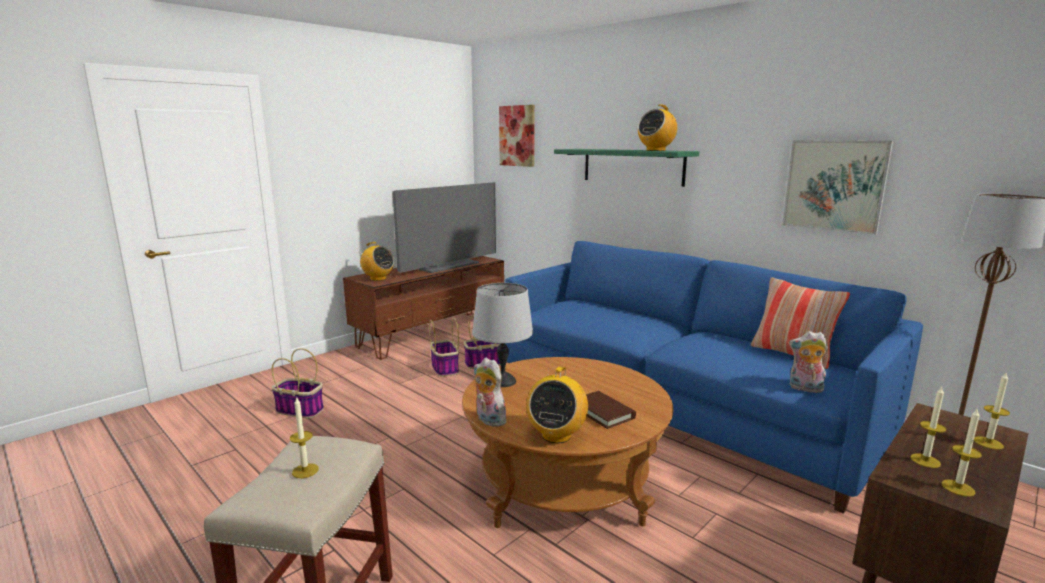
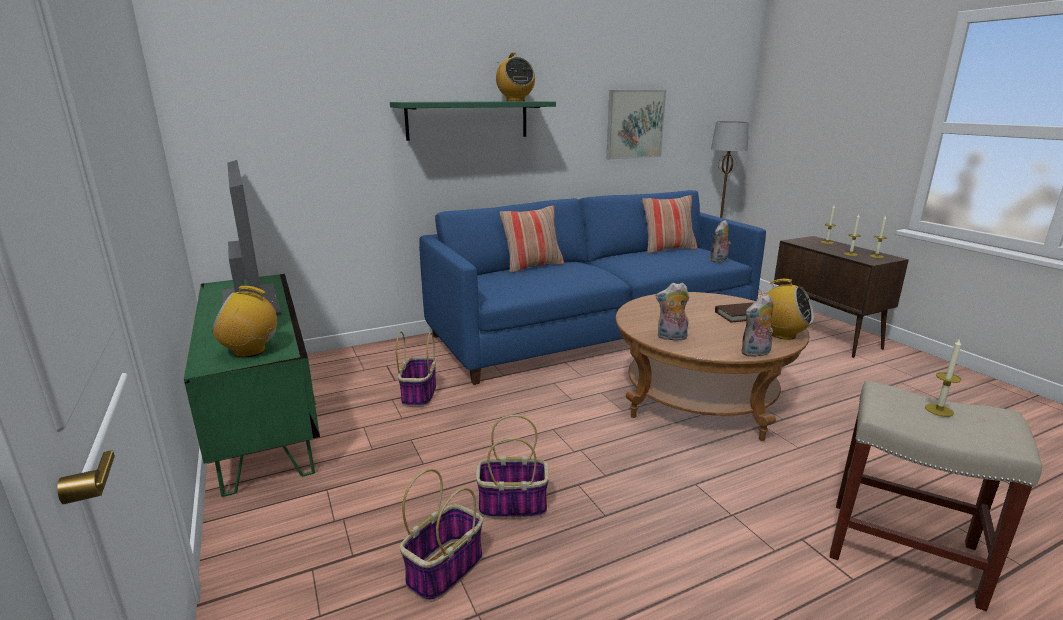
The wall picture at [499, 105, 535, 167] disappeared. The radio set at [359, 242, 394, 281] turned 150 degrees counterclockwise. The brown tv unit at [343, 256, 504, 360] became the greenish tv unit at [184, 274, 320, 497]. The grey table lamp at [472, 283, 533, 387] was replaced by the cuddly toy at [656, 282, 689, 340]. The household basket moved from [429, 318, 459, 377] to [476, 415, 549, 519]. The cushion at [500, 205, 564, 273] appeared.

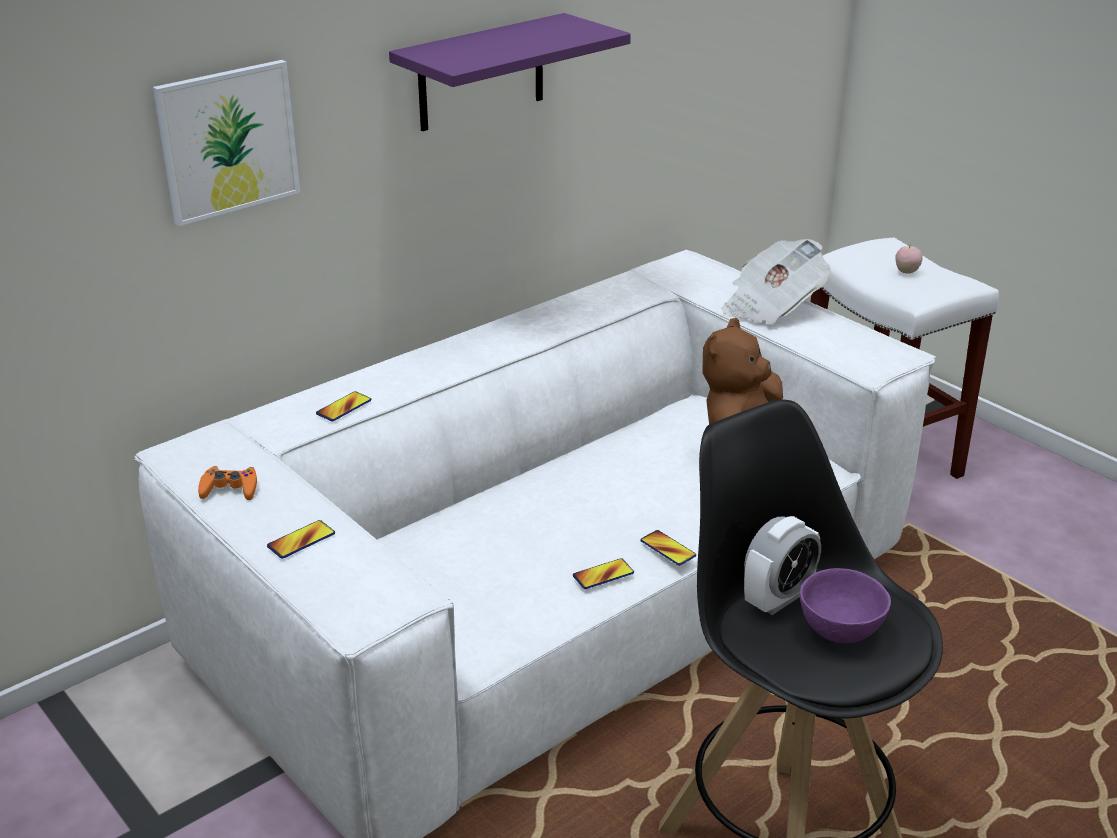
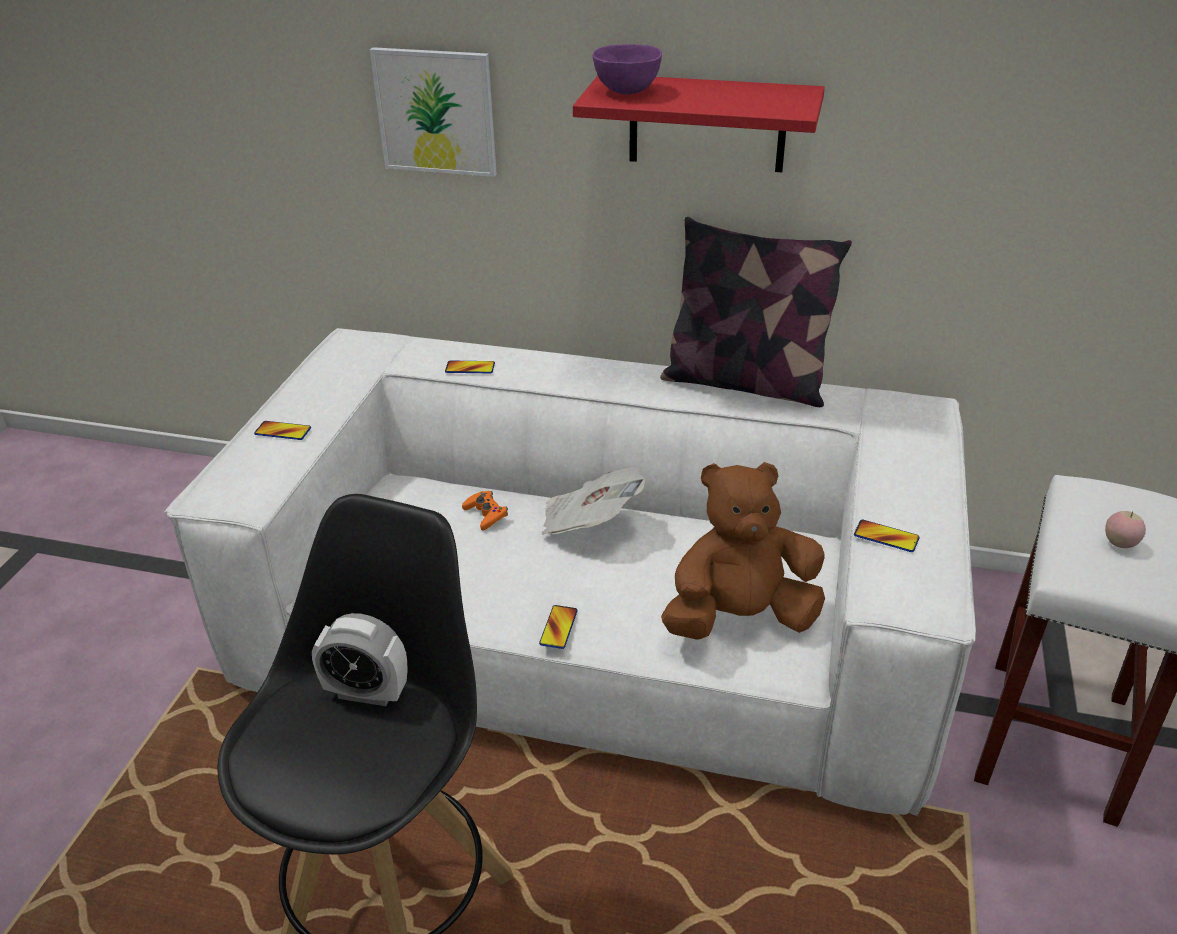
The purple bracket shelf at [389, 13, 631, 131] became the reddish bracket shelf at [573, 76, 825, 172]. The daily paper moved from [722, 239, 830, 324] to [542, 467, 645, 535]. The orange-coloured gamepad moved from [198, 466, 257, 500] to [462, 491, 508, 530]. The phone moved from [573, 558, 634, 589] to [854, 520, 920, 552]. The purple bowl moved from [800, 568, 891, 643] to [593, 44, 662, 94]. The cushion at [660, 217, 852, 407] appeared.

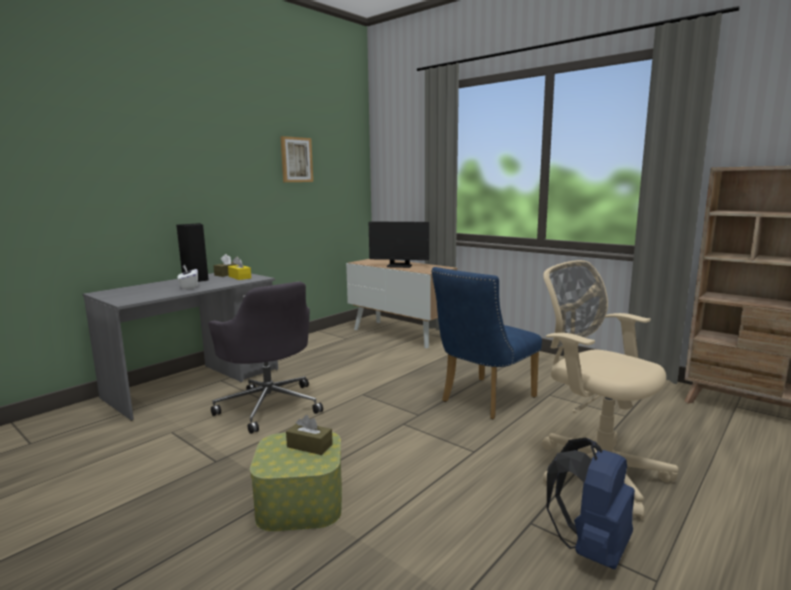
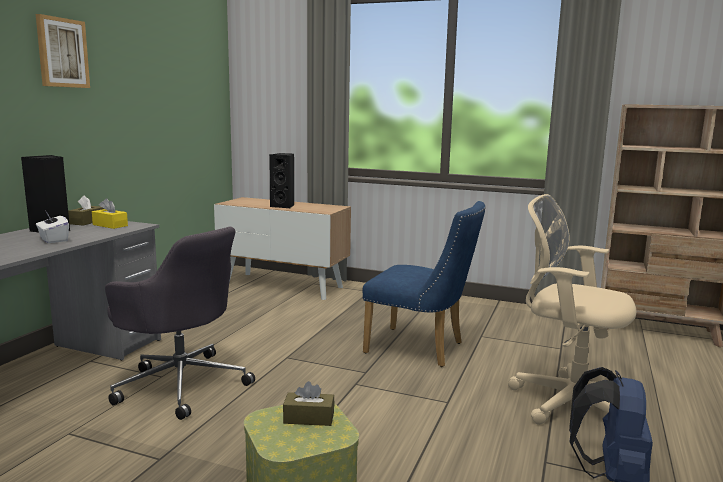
The wall picture moved from [280, 136, 313, 182] to [36, 14, 90, 88]. The computer screen at [369, 222, 429, 268] was replaced by the blackish loudspeaker at [269, 153, 294, 209]. The blue plain chair at [431, 267, 542, 419] turned 90 degrees counterclockwise.

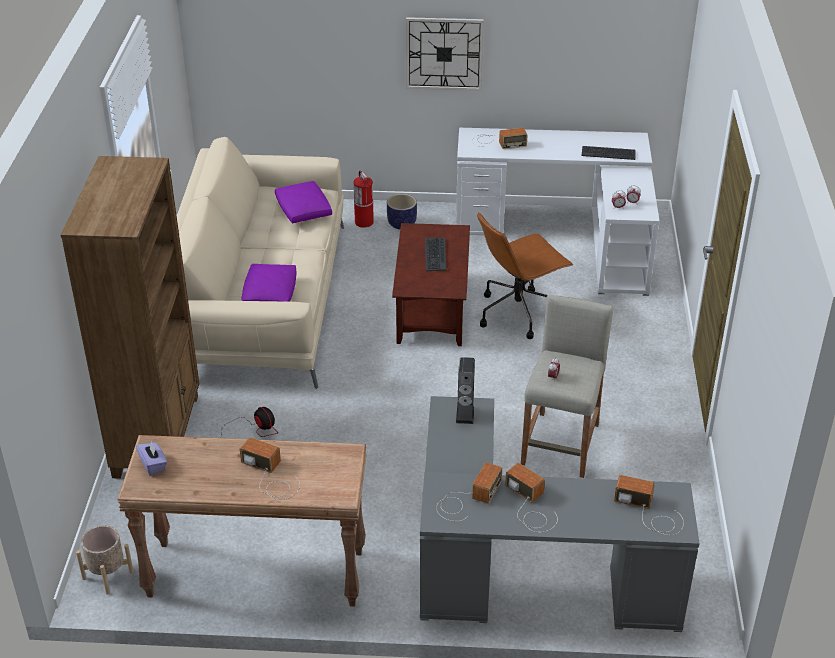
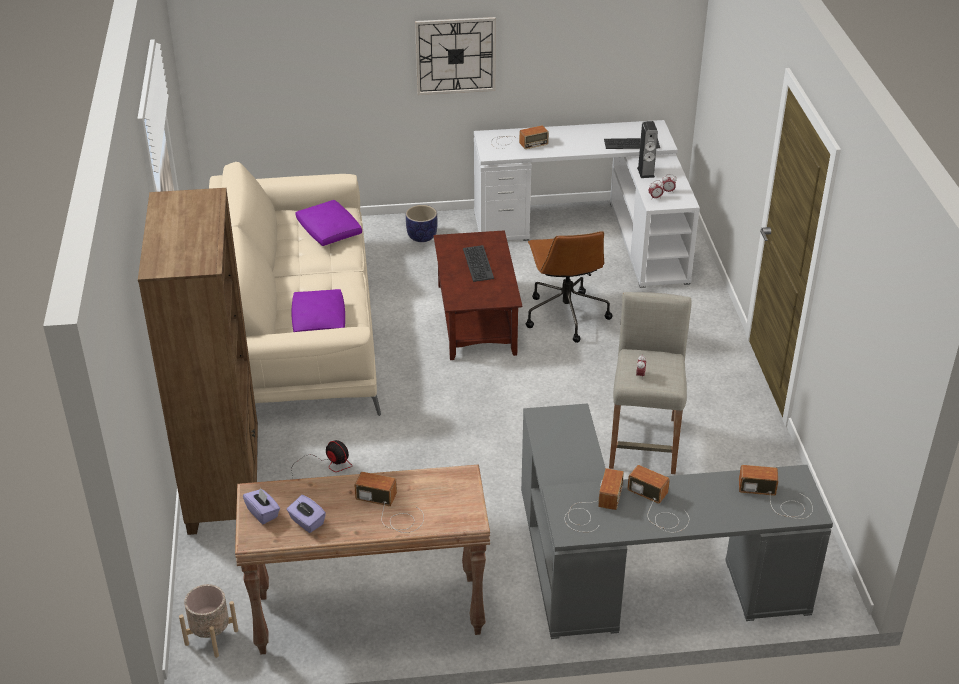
The extinguisher at [353, 170, 374, 228] disappeared. The brown office chair at [477, 212, 573, 339] turned 60 degrees counterclockwise. The loudspeaker moved from [456, 357, 475, 424] to [637, 121, 658, 178]. The purple tissue box at [287, 495, 326, 533] appeared.

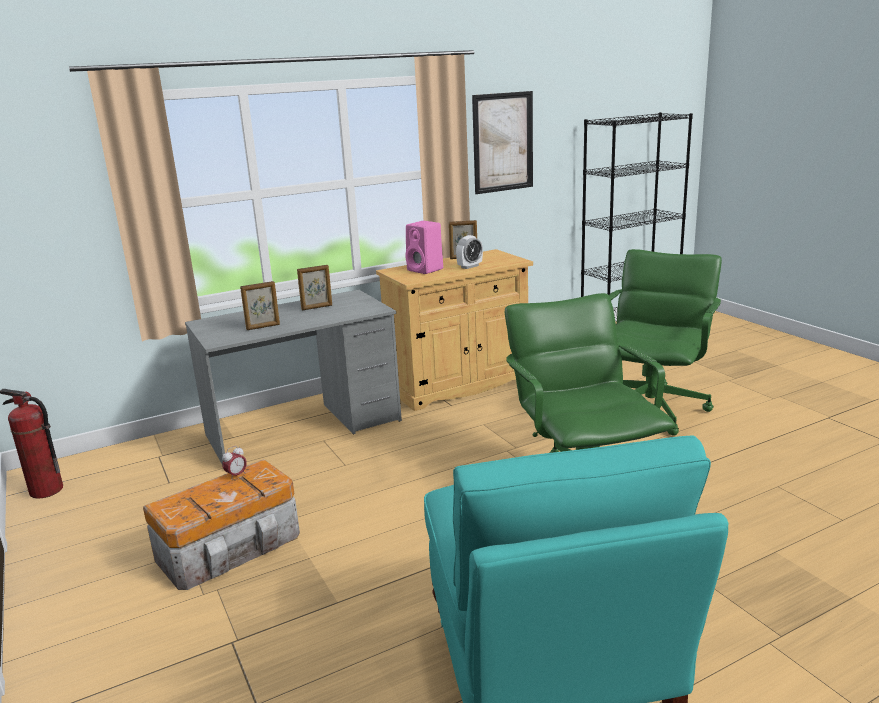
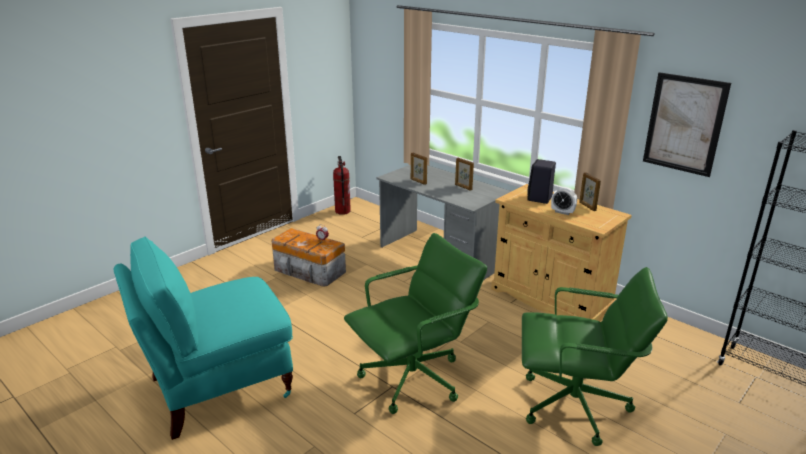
The pink-coloured loudspeaker at [405, 221, 443, 274] became the blackish loudspeaker at [527, 159, 556, 204].

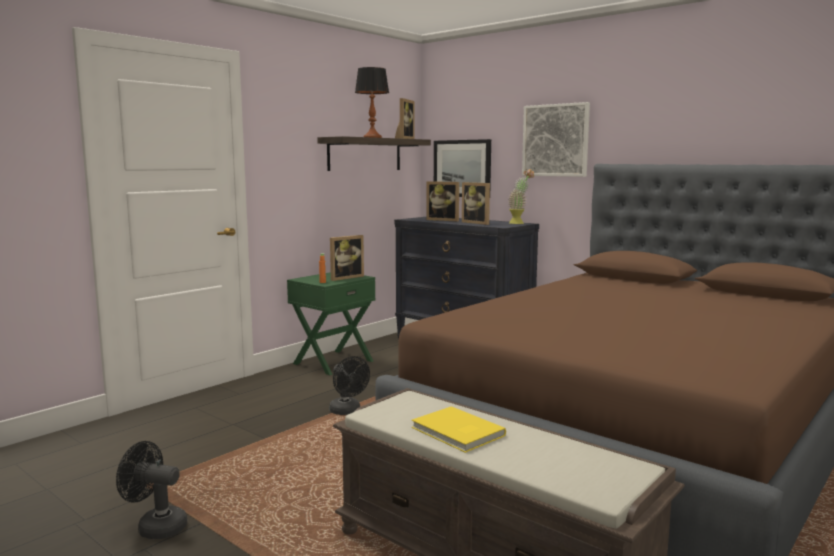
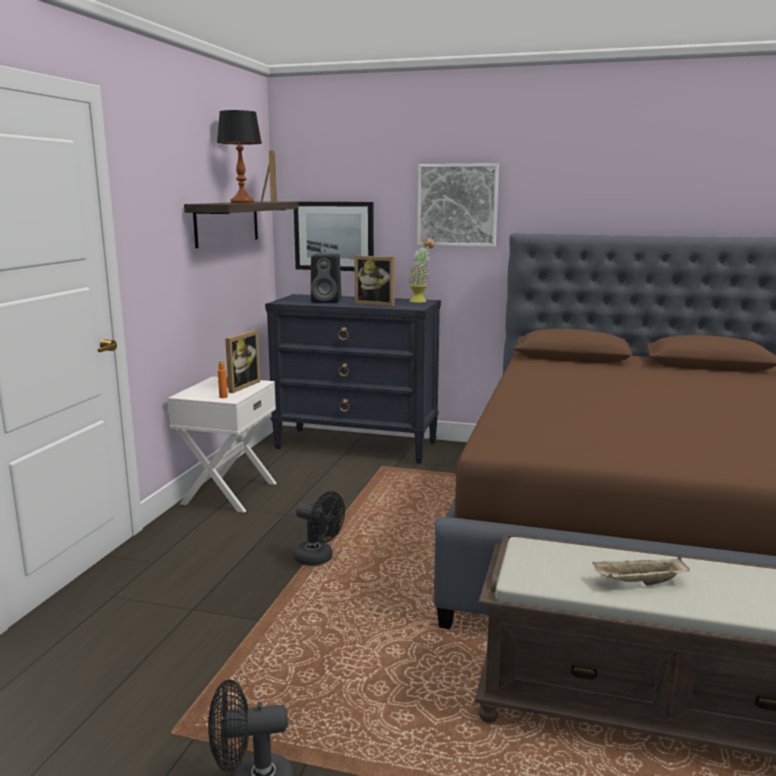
The photo frame at [427, 181, 459, 221] was replaced by the blackish loudspeaker at [311, 254, 341, 303]. The greenish nightstand at [287, 272, 376, 375] became the whitish nightstand at [168, 377, 277, 513]. The yellow-coloured book at [411, 406, 506, 453] was replaced by the sand-coloured serving tray at [592, 557, 689, 585].

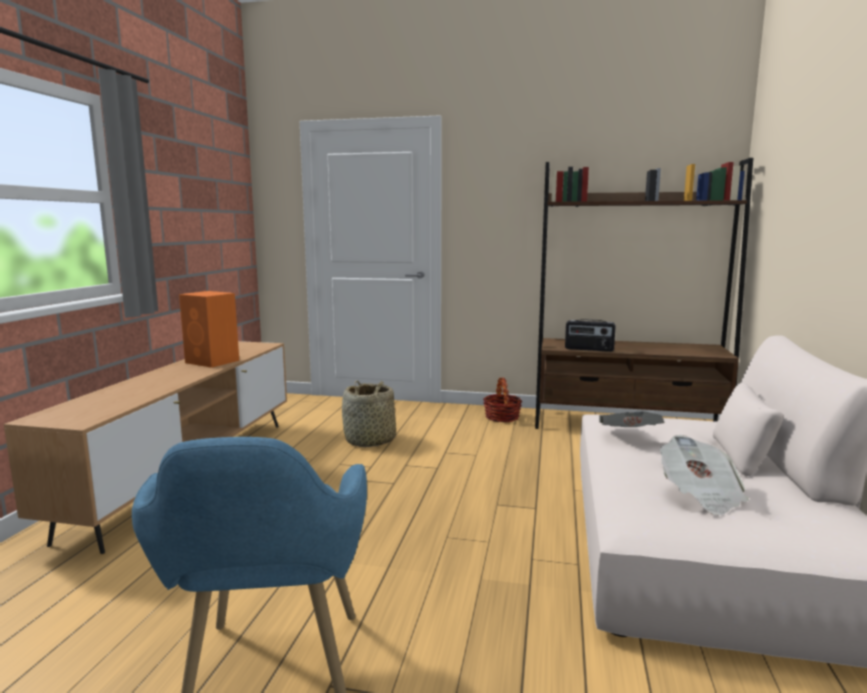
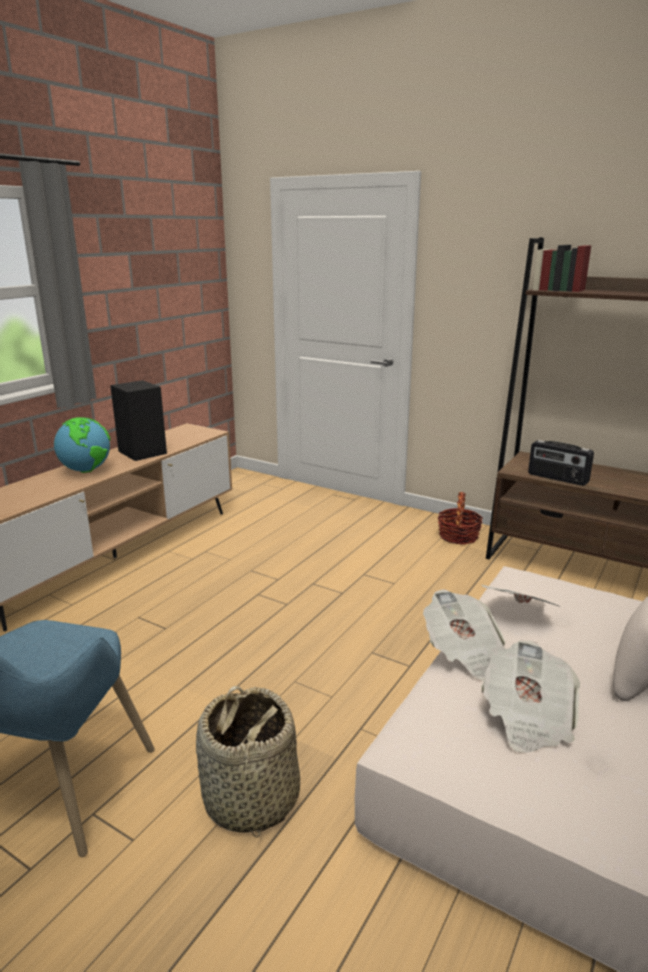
The orange-coloured loudspeaker at [179, 291, 239, 368] became the blackish loudspeaker at [110, 380, 167, 461]. The household basket moved from [342, 381, 396, 447] to [196, 686, 300, 838]. The world globe at [54, 417, 111, 473] appeared. The daily paper at [423, 589, 505, 681] appeared.

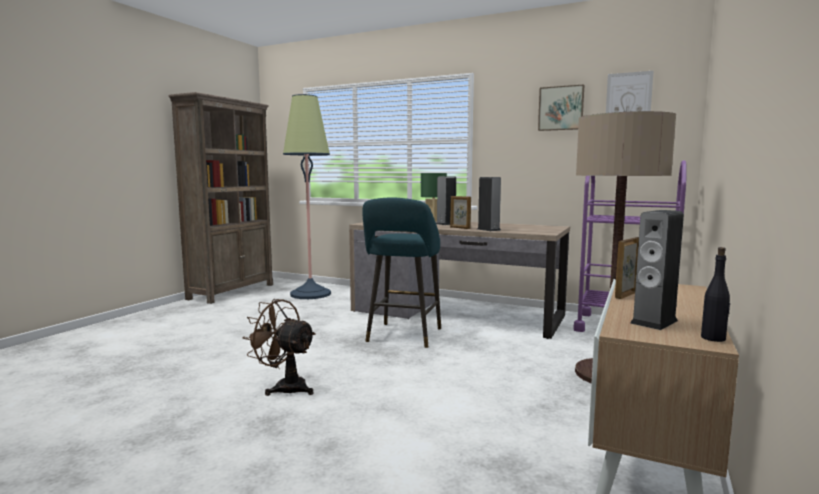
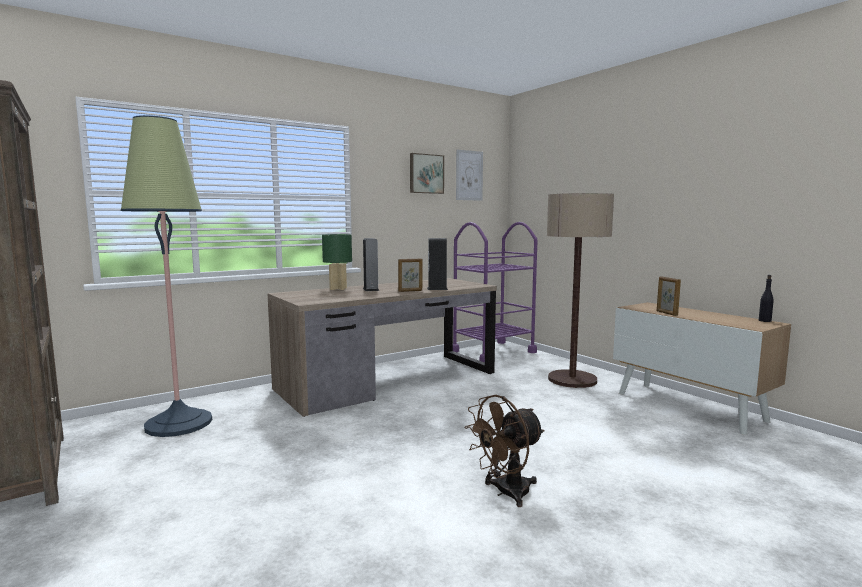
The turquoise-coloured stool seat at [363, 198, 441, 348] disappeared. The loudspeaker at [630, 210, 684, 330] disappeared.

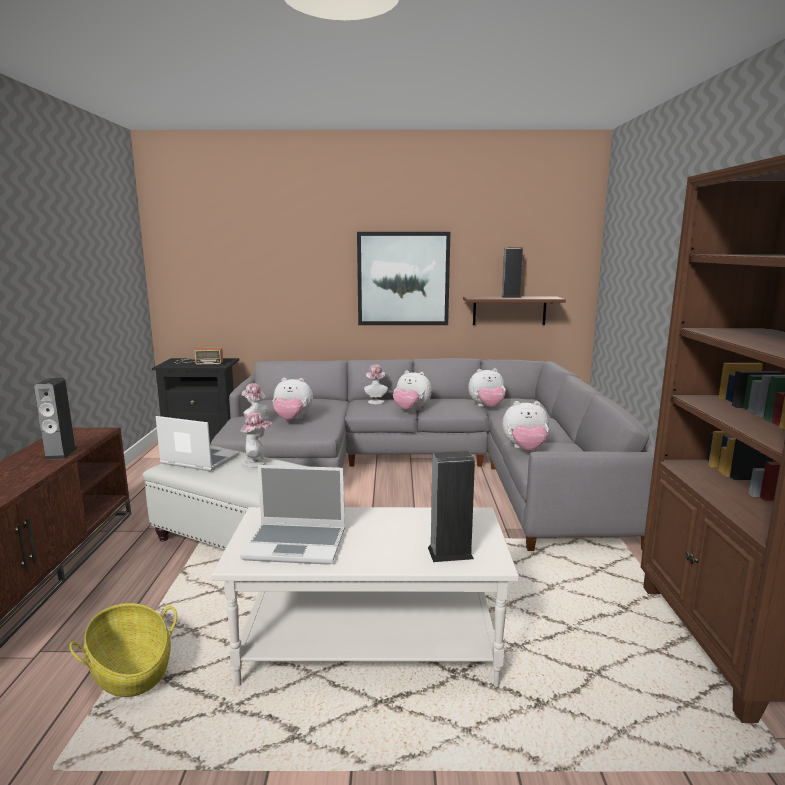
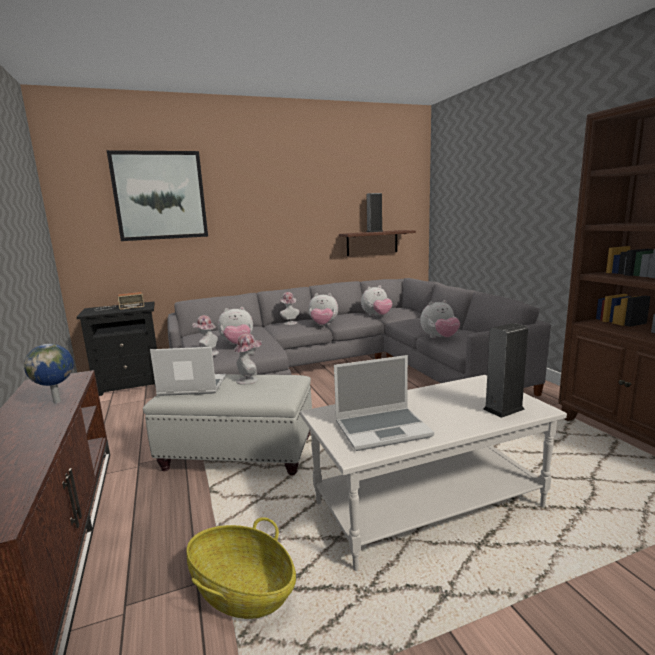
The wall picture moved from [357, 232, 450, 325] to [107, 150, 208, 241]. The loudspeaker at [34, 378, 78, 460] was replaced by the world globe at [24, 344, 74, 403].

